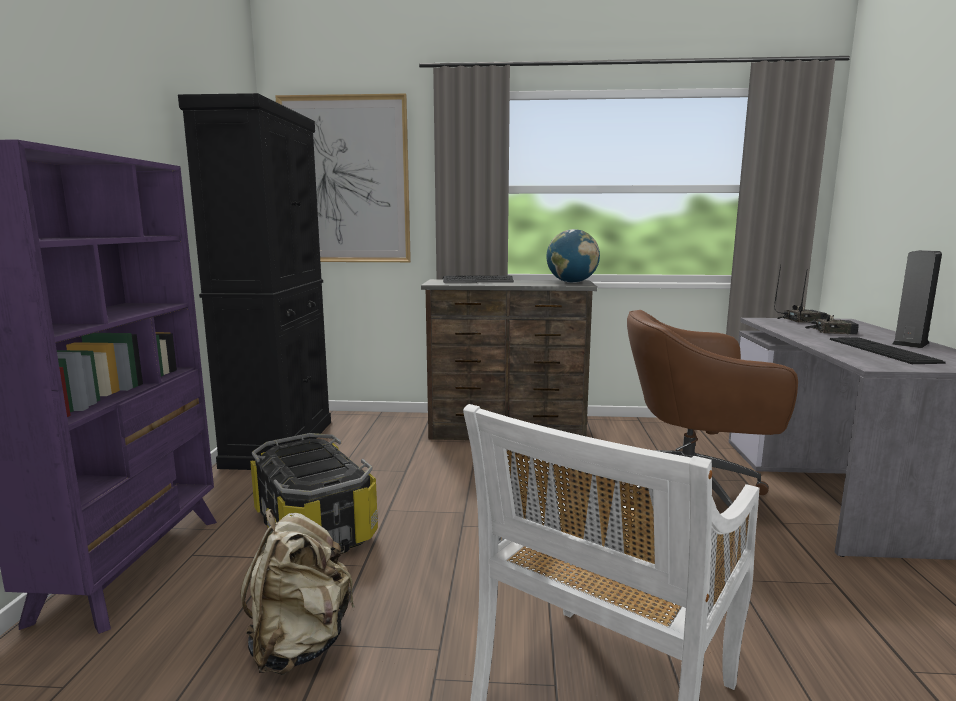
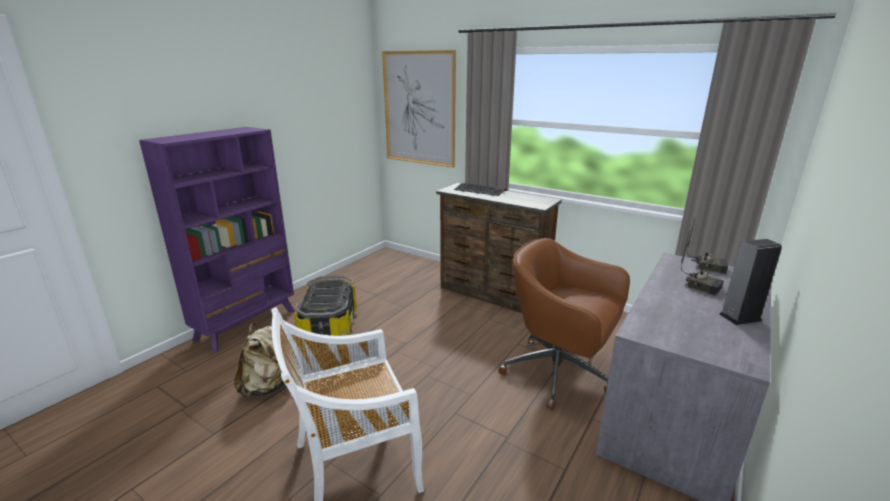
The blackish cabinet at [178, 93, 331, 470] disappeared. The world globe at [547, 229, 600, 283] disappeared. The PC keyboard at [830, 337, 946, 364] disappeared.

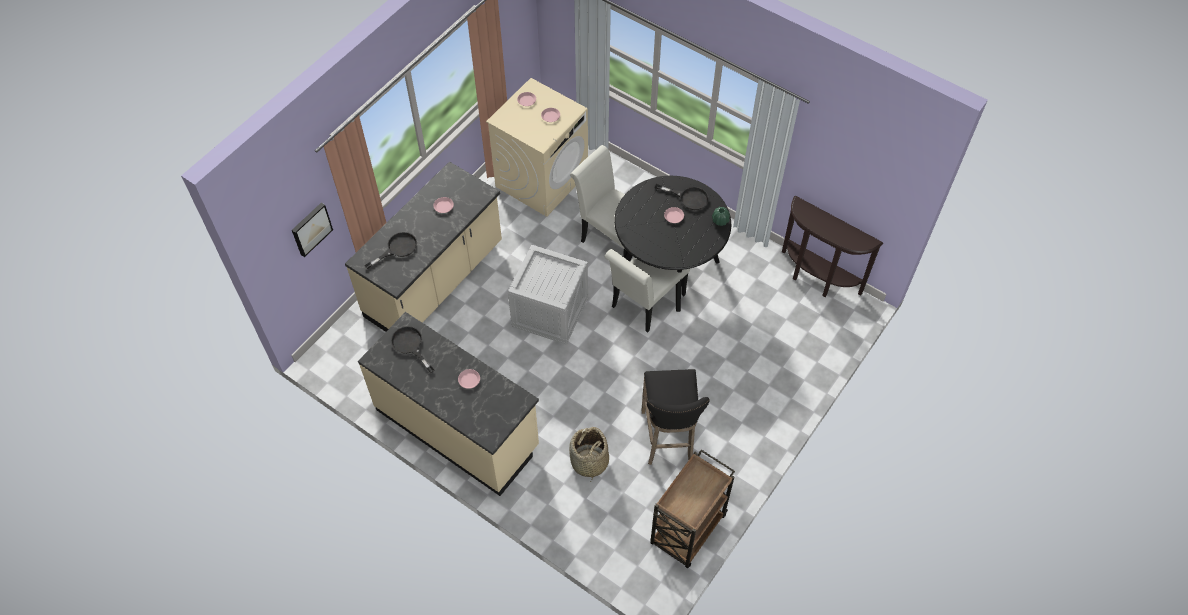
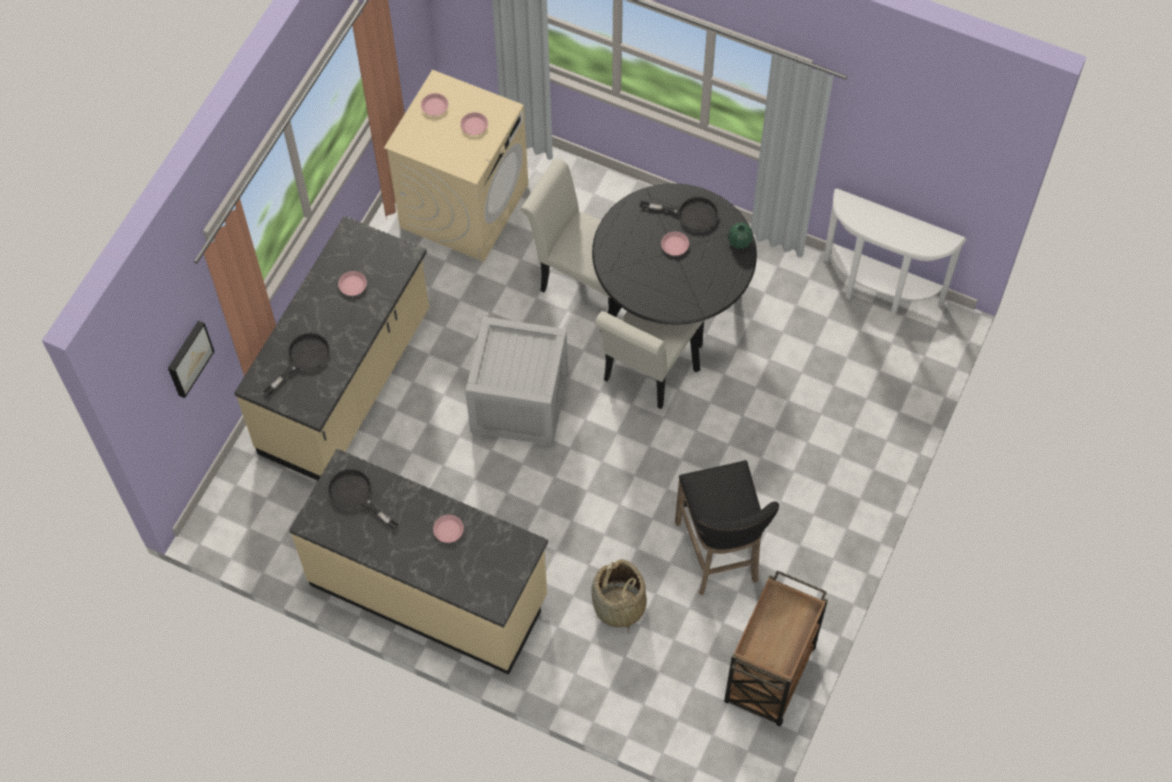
The brown narrow table at [782, 196, 883, 297] became the whitish narrow table at [823, 189, 967, 317].

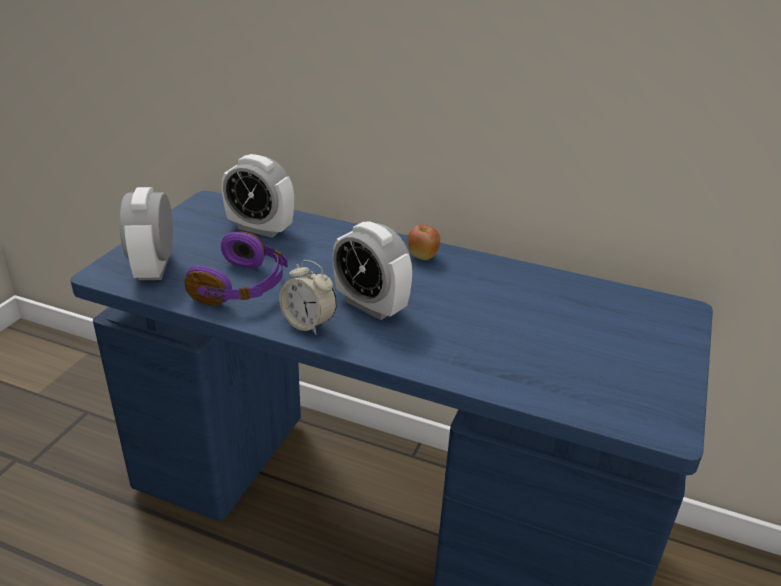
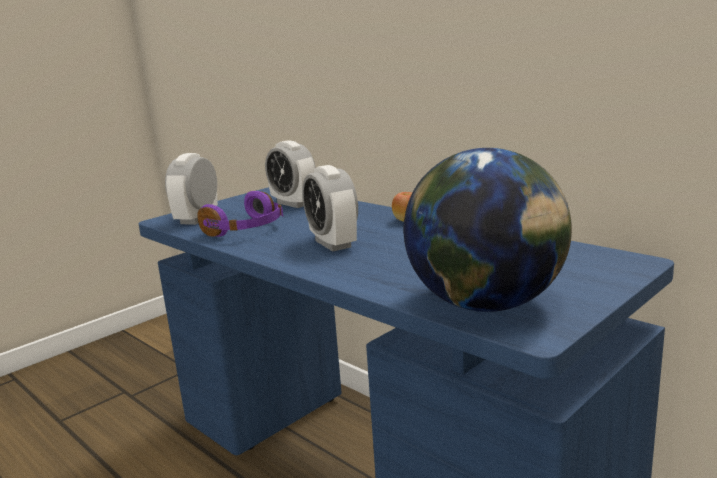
The table clock at [279, 260, 337, 335] disappeared. The world globe at [404, 148, 572, 312] appeared.

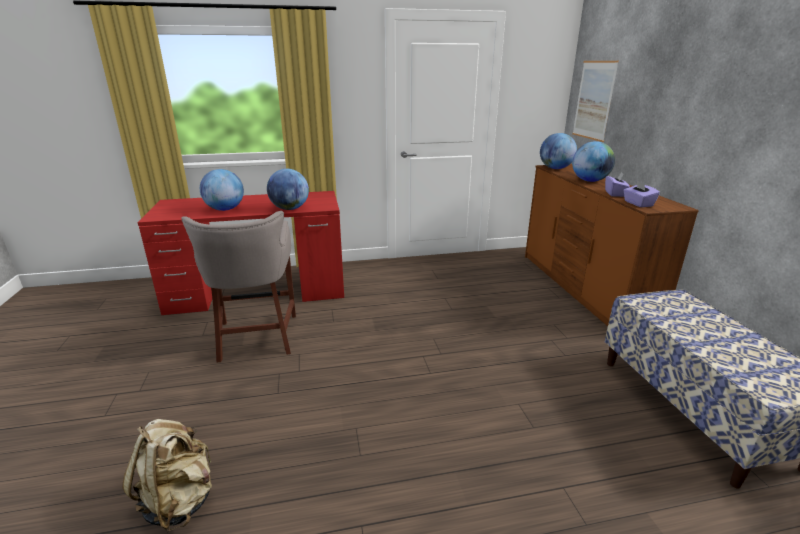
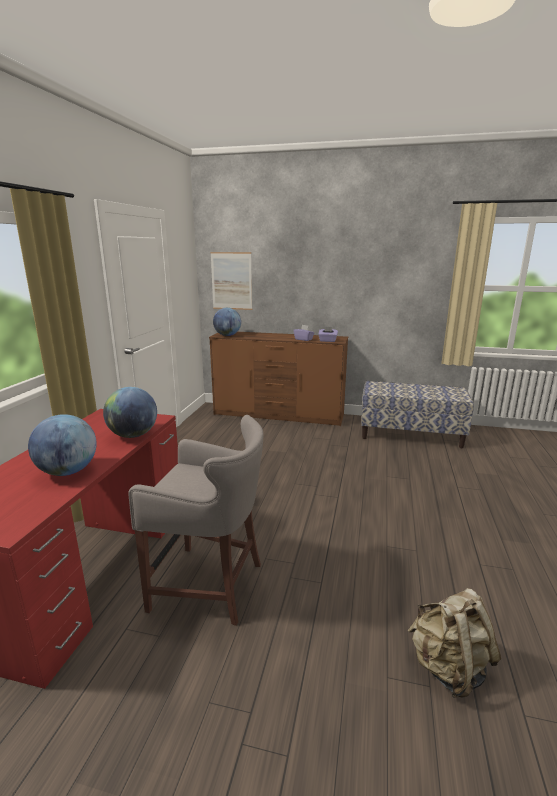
The world globe at [572, 141, 615, 182] disappeared.

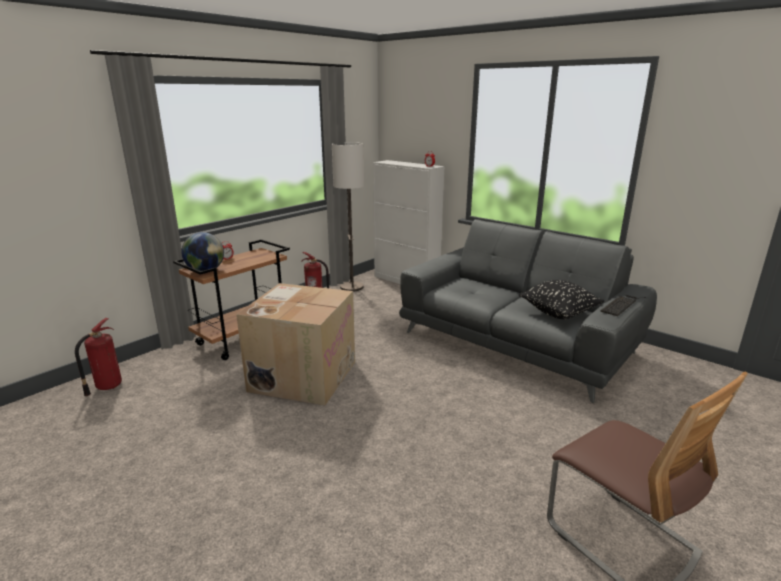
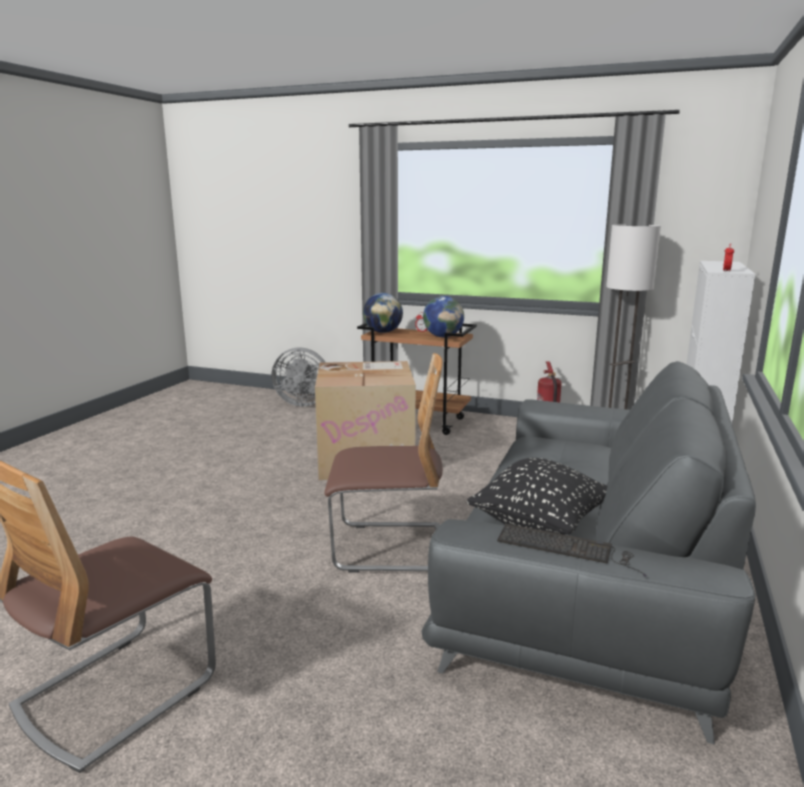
The extinguisher at [75, 318, 122, 396] was replaced by the grey fan at [272, 347, 326, 406]. The world globe at [423, 296, 464, 337] appeared. The plain chair at [324, 353, 443, 572] appeared.

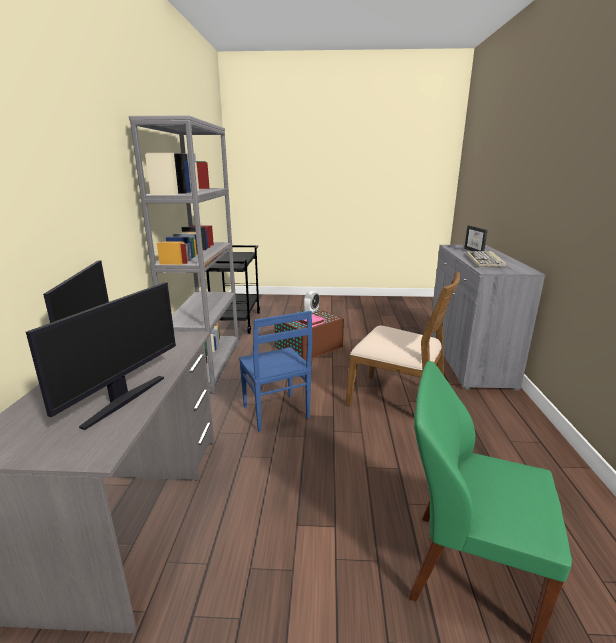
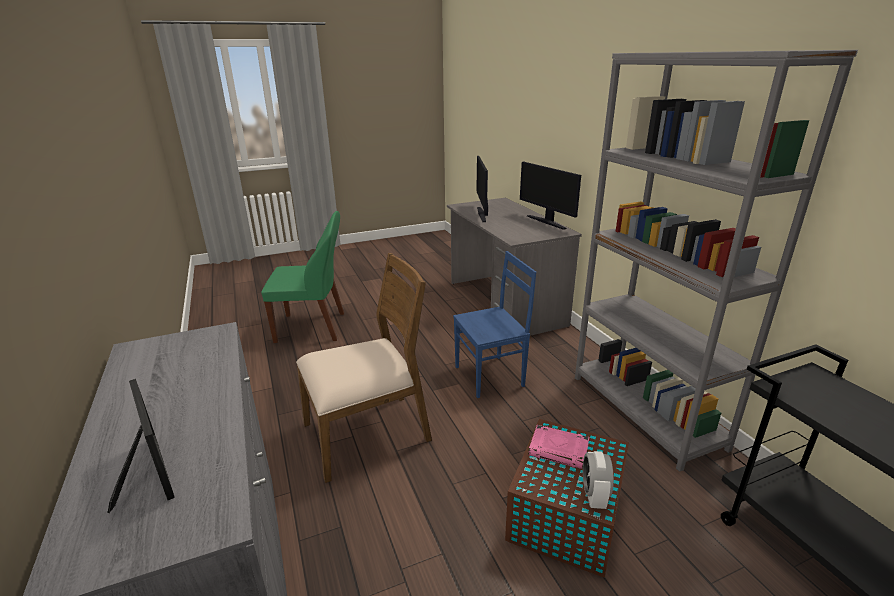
The PC keyboard at [466, 251, 506, 268] disappeared. The brown plain chair at [346, 272, 460, 407] turned 150 degrees clockwise. The blue plain chair at [239, 311, 312, 432] turned 120 degrees clockwise.

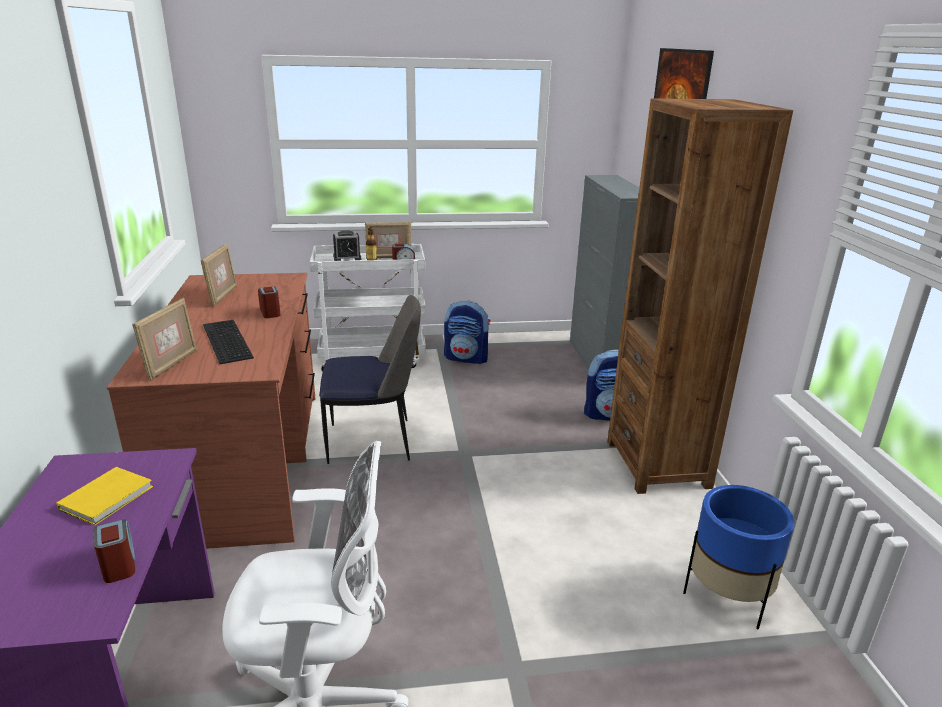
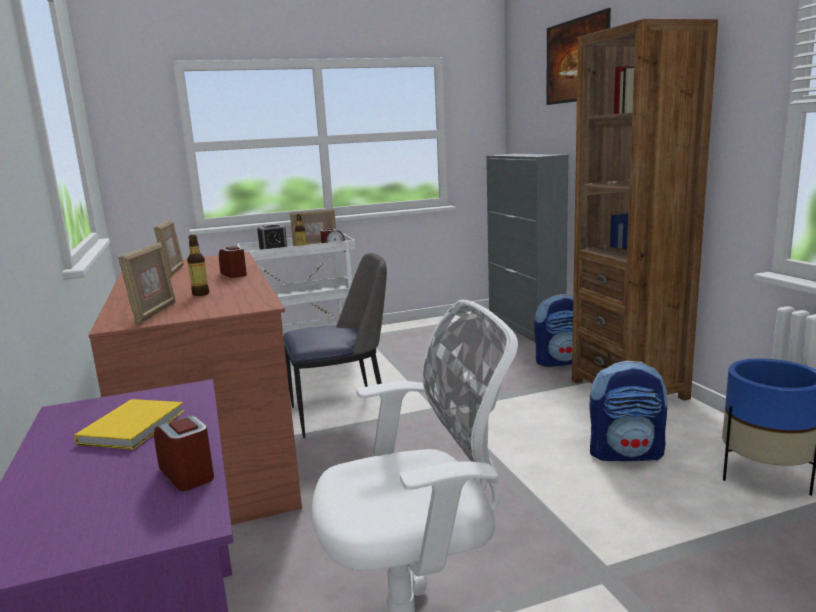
The backpack moved from [444, 301, 491, 364] to [589, 360, 668, 461]. The PC keyboard at [203, 320, 254, 364] was replaced by the beverage bottle at [187, 235, 209, 296].

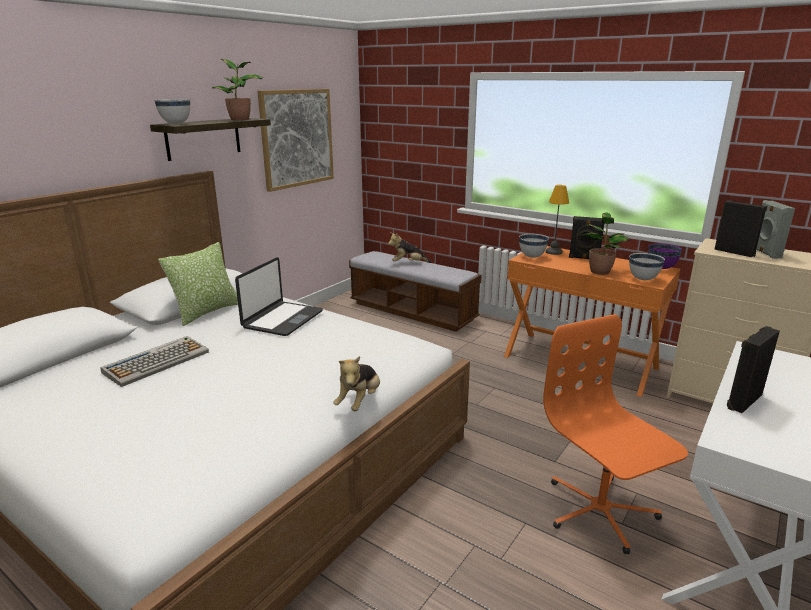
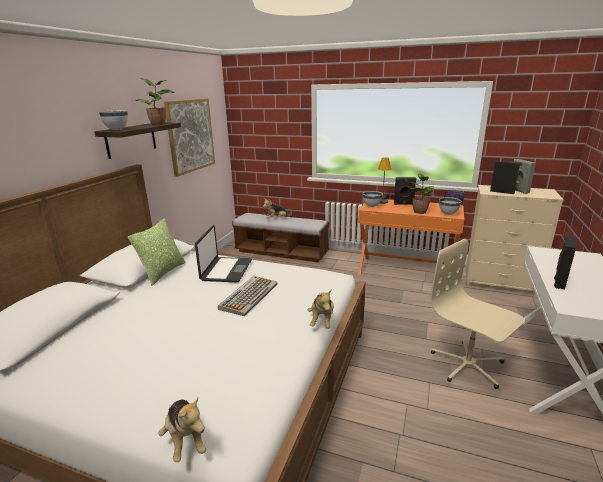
The orange-coloured office chair at [543, 314, 688, 554] became the sand-coloured office chair at [430, 239, 525, 389]. The PC keyboard moved from [100, 336, 209, 387] to [218, 276, 277, 316]. The cuddly toy at [158, 397, 206, 462] appeared.

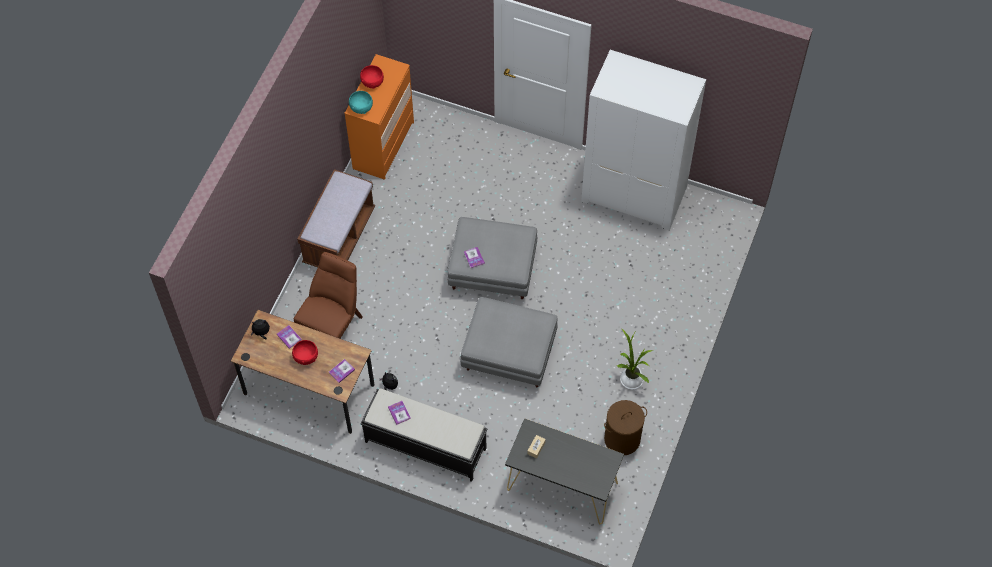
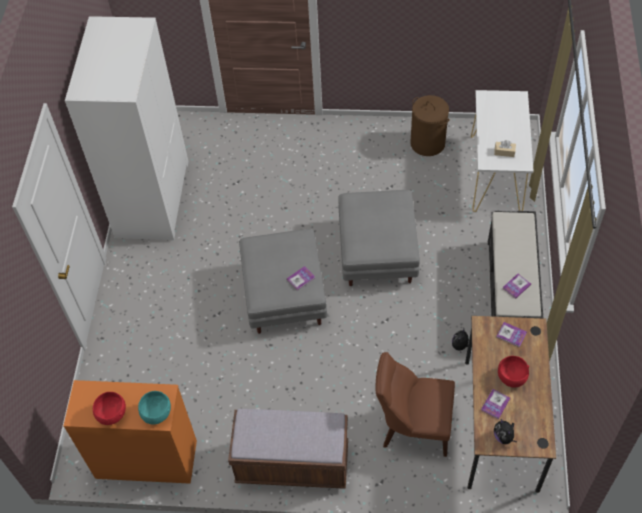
The potted plant at [617, 328, 653, 390] disappeared. The blackish narrow table at [505, 418, 624, 524] became the whitish narrow table at [471, 90, 534, 212].

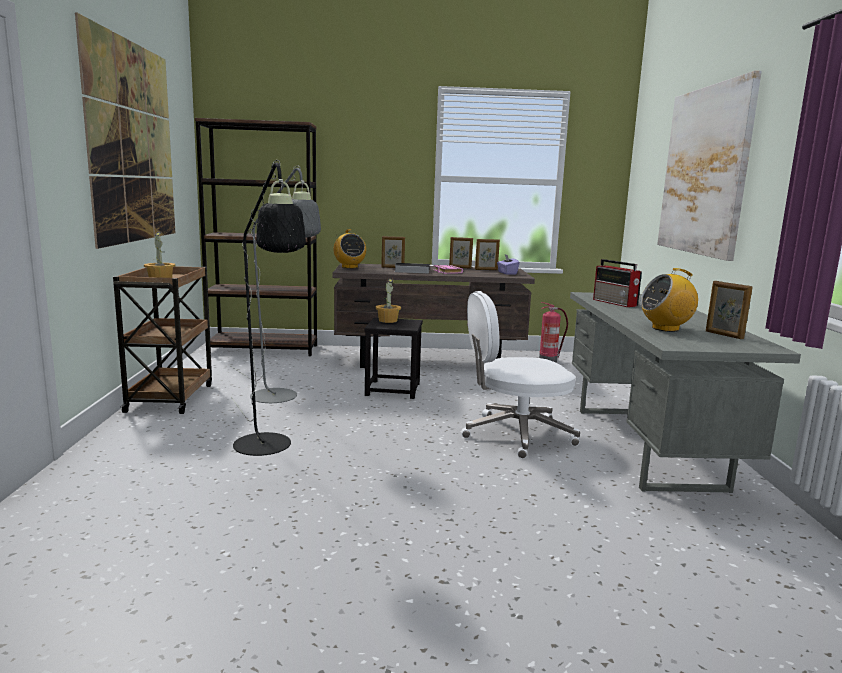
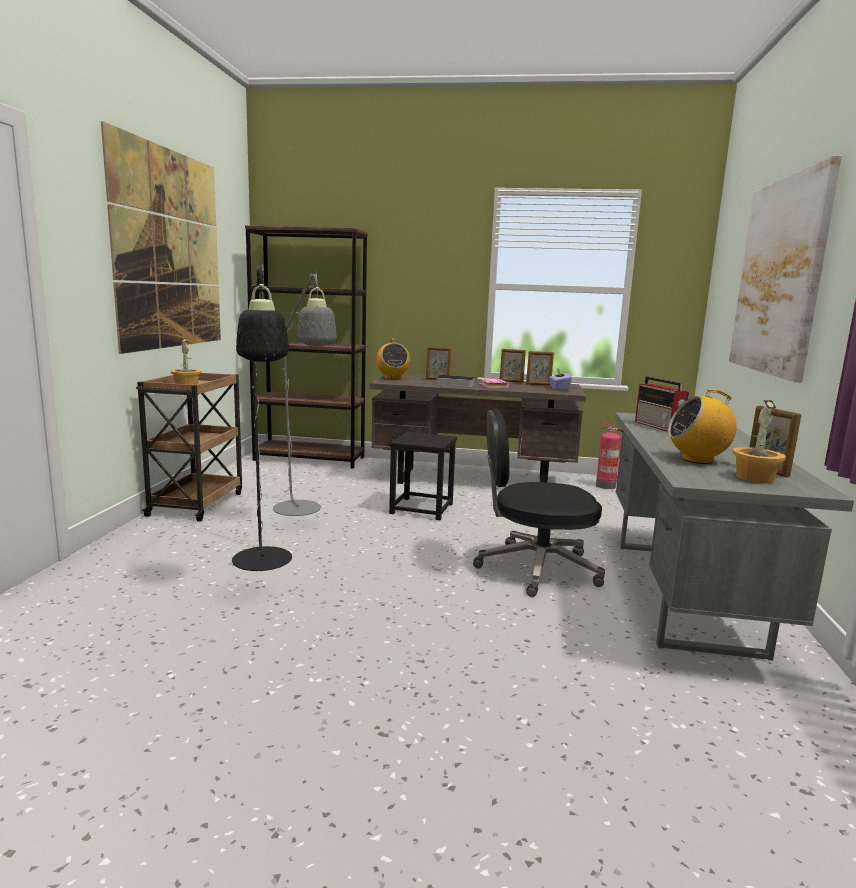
The potted plant moved from [376, 278, 401, 323] to [732, 400, 786, 483]. The whitish office chair at [461, 291, 580, 459] became the blackish office chair at [473, 408, 605, 597].

